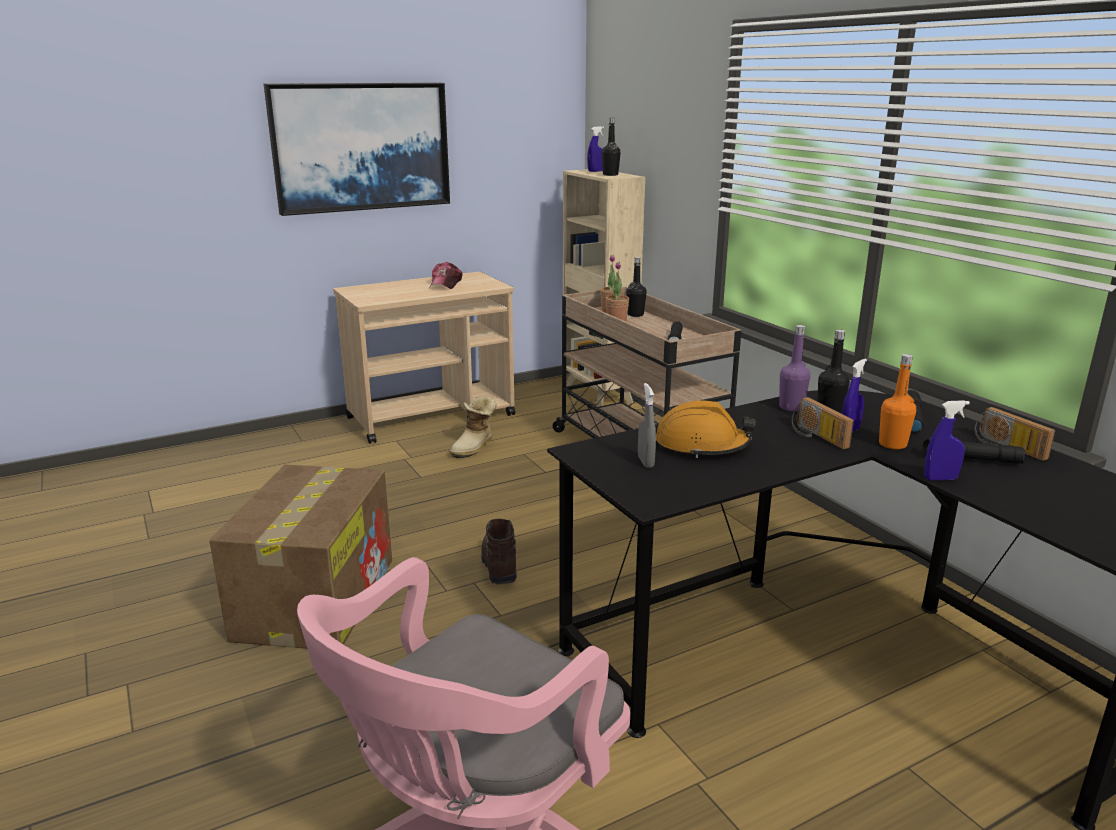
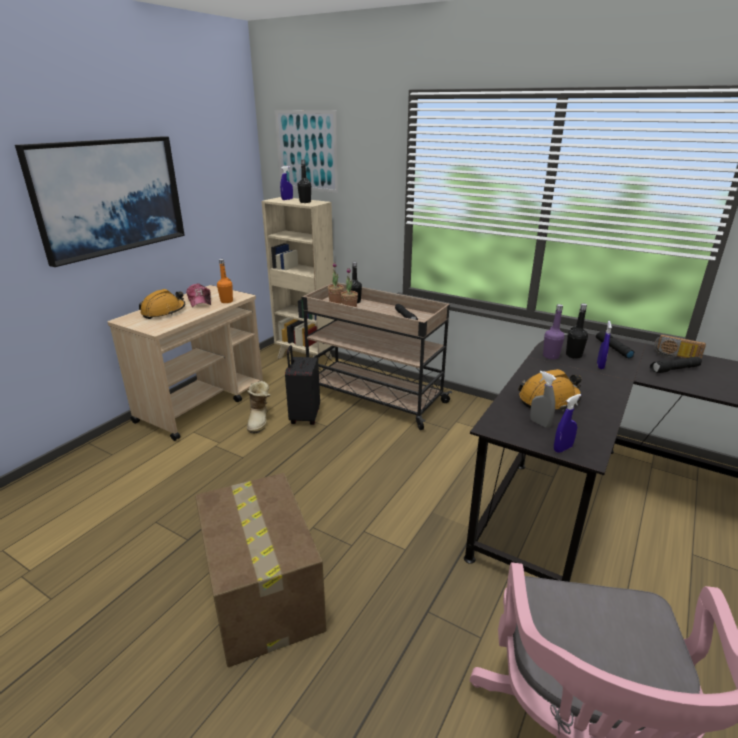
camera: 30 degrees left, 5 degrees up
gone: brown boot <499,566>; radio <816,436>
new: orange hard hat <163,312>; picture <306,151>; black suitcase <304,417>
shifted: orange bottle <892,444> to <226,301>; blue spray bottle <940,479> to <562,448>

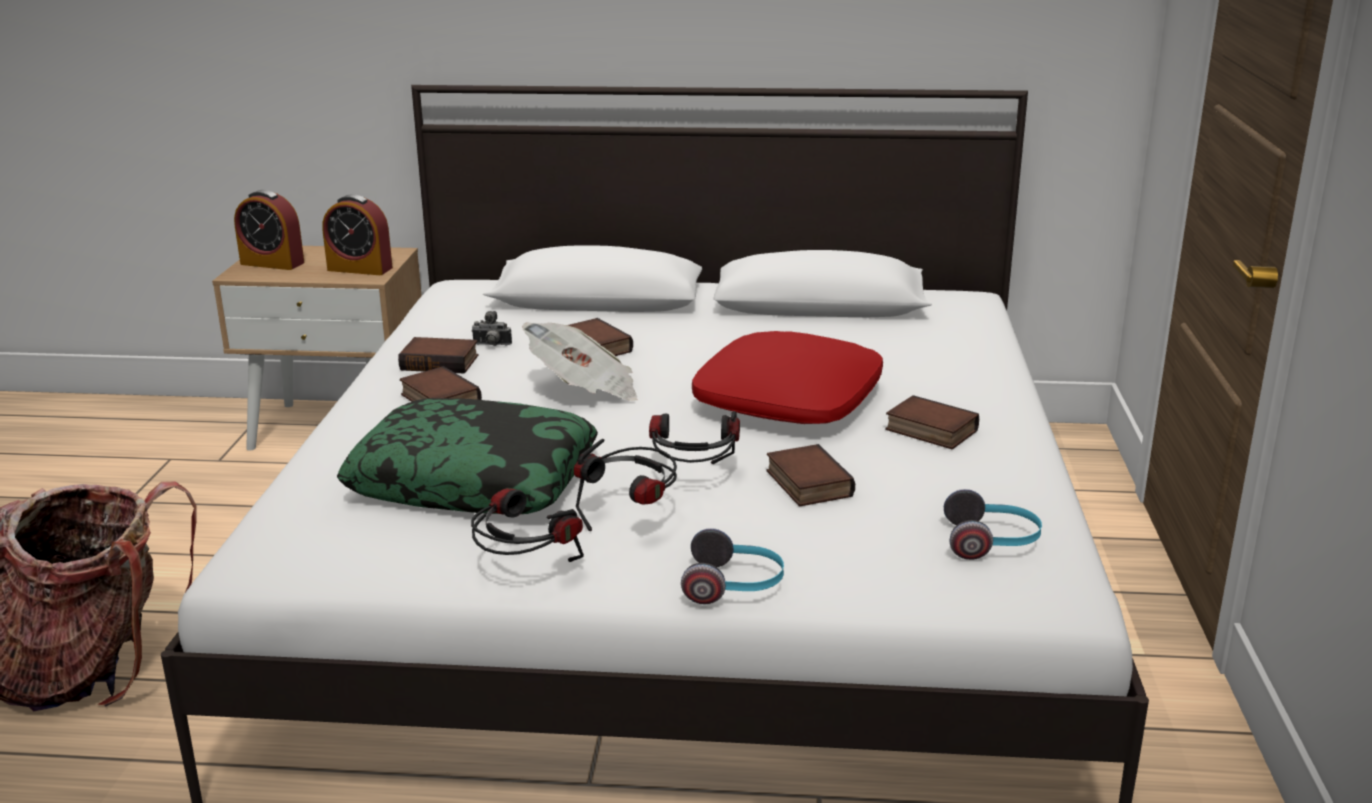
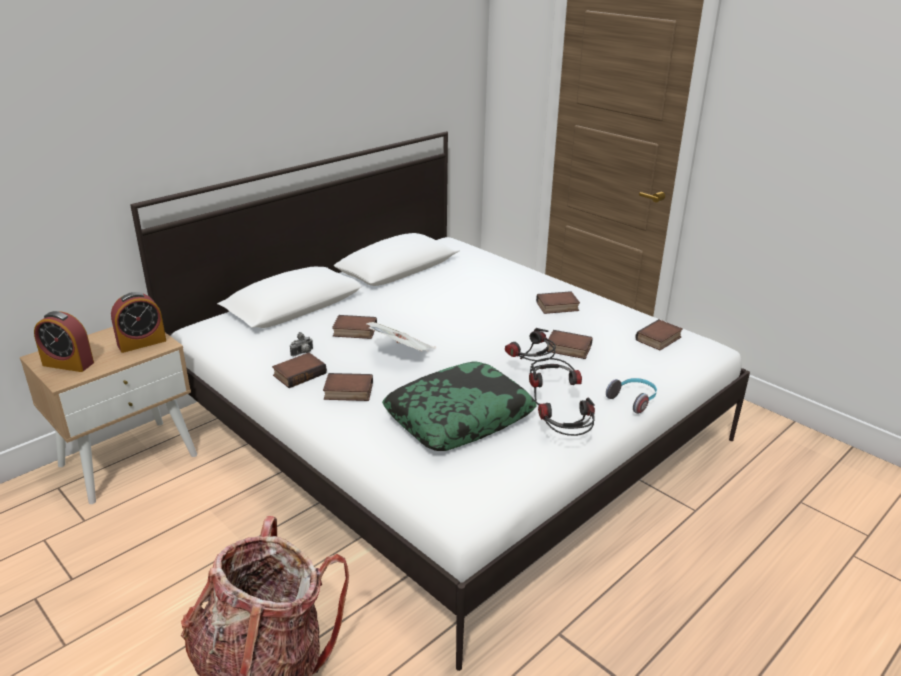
camera: 50 degrees left, 5 degrees up
gone: red pillow <787,400>
swapped: headphones <991,543> to book <659,339>
rotated: alarm clock <272,263> = <68,364> 45 degrees clockwise

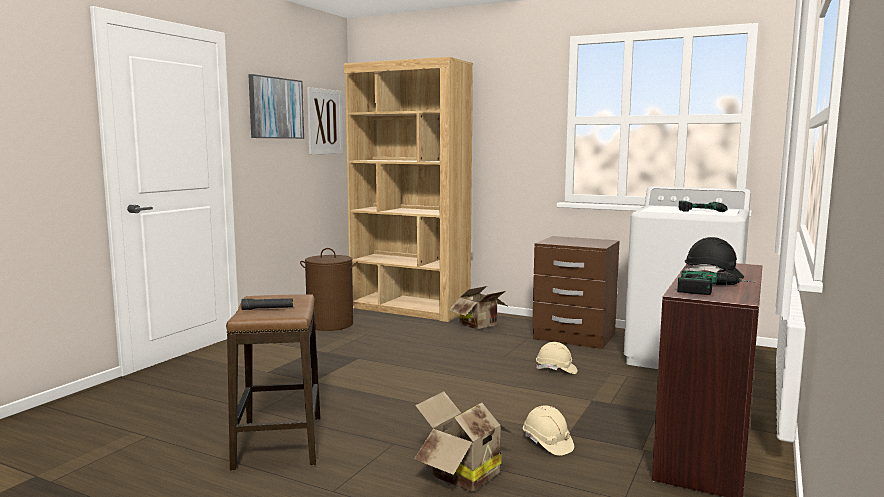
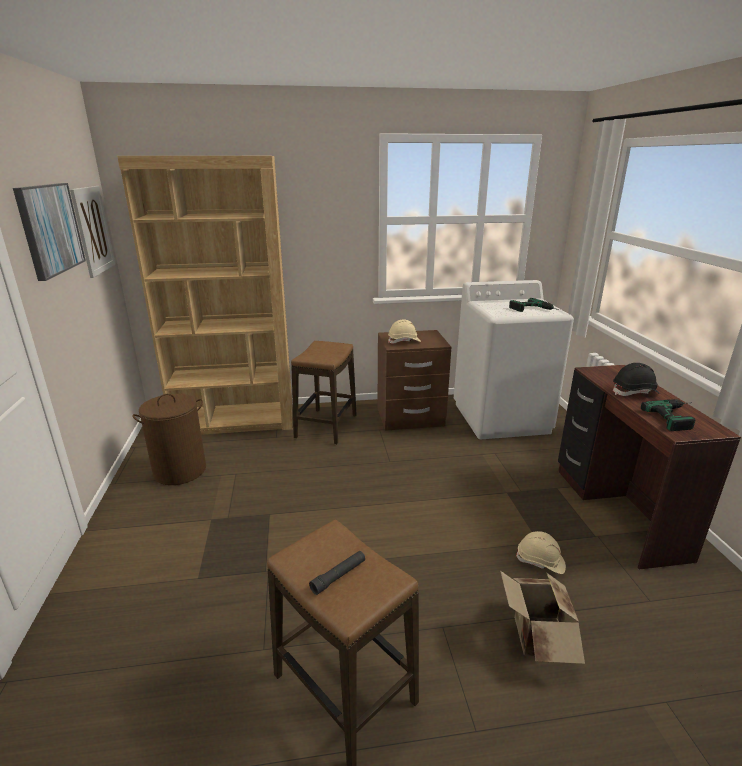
camera: 35 degrees left, 15 degrees up
shifted: beige hard hat <556,370> to <404,341>
swapped: cardboard box <481,326> to stool <326,426>

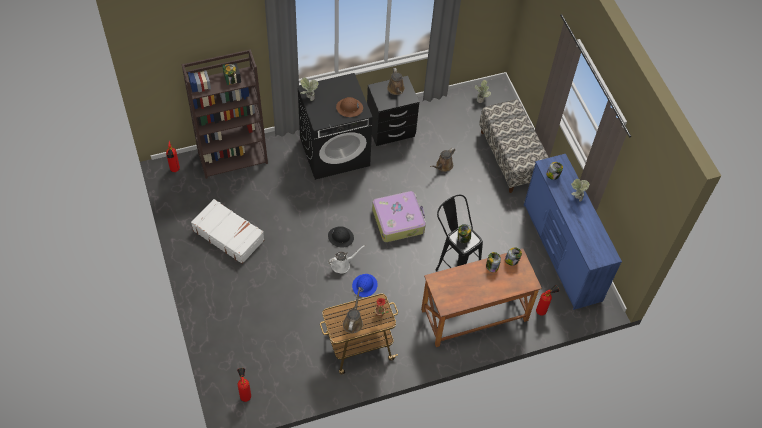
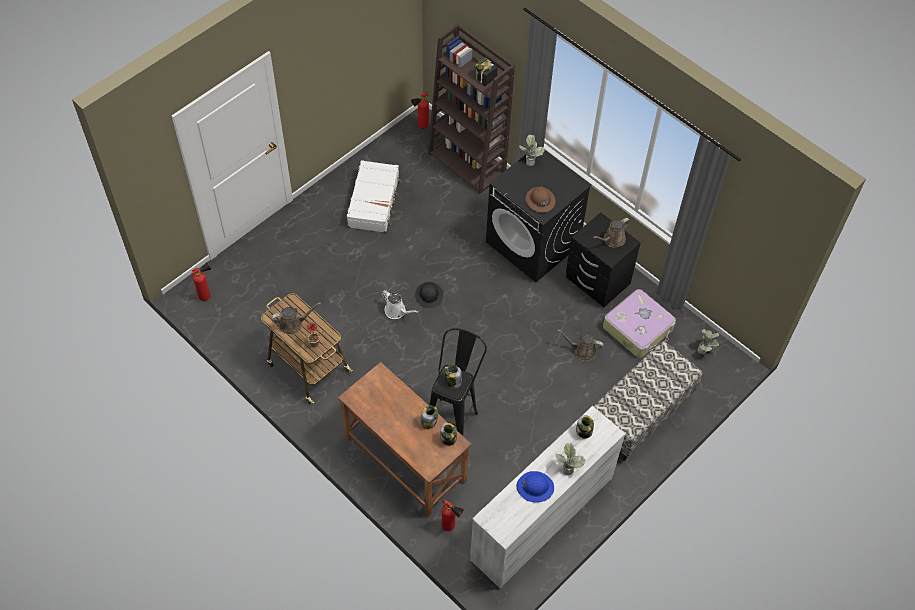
camera: 65 degrees right, 0 degrees up
shifted: blue hard hat <364,285> to <535,487>; suitcase <398,220> to <638,328>
repainted: blue dresser <561,252> to white dresser <541,518>

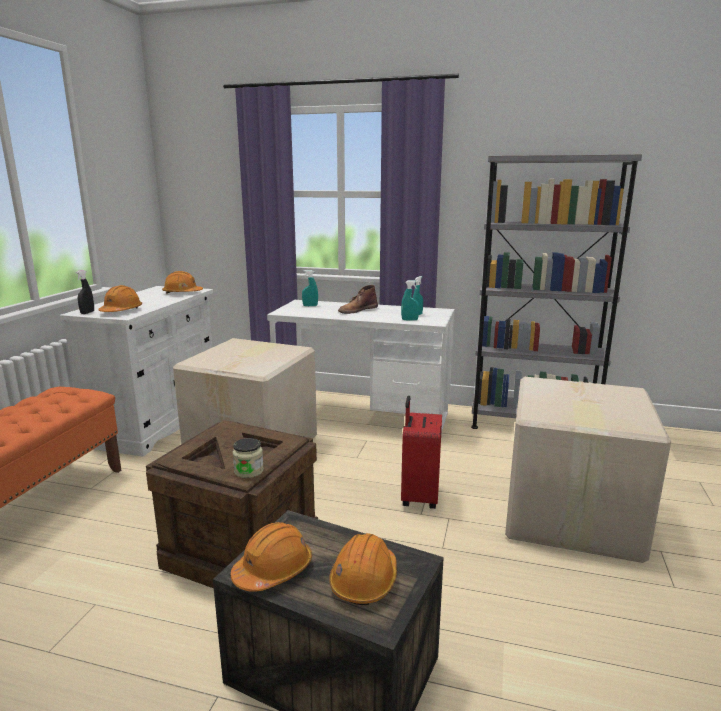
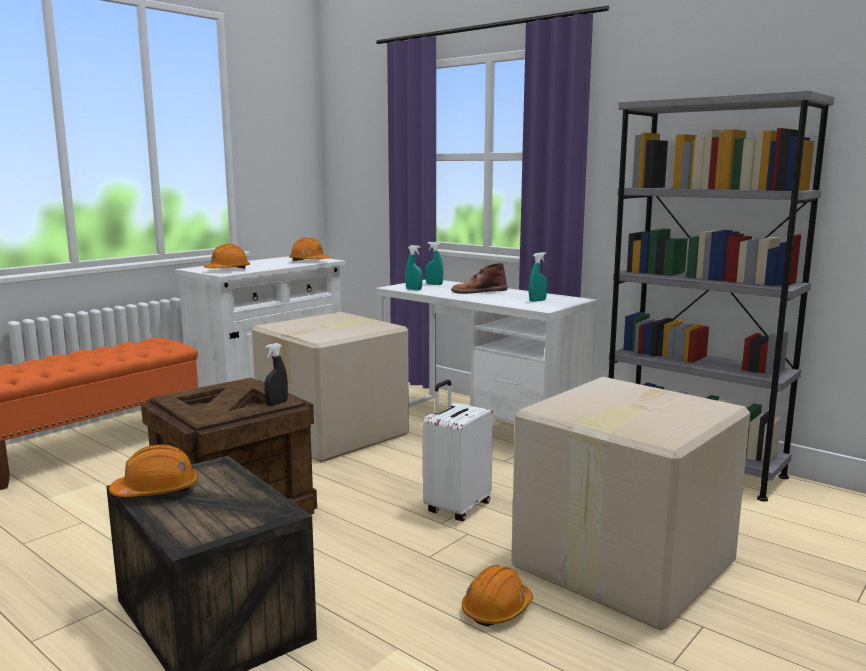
camera: 25 degrees right, 5 degrees down
gone: jar <249,471>
shifted: black spray bottle <87,312> to <276,403>; turquoise spray bottle <409,320> to <413,289>; orange hard hat <364,581> to <497,609>
repainted: red suitcase <418,497> to white suitcase <456,508>

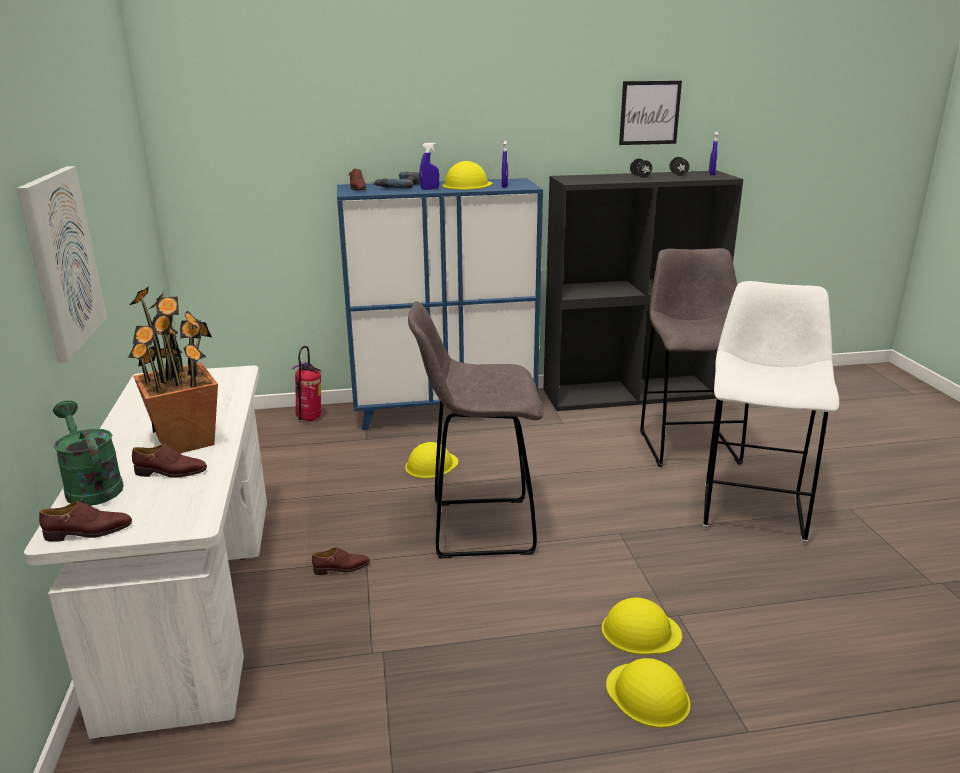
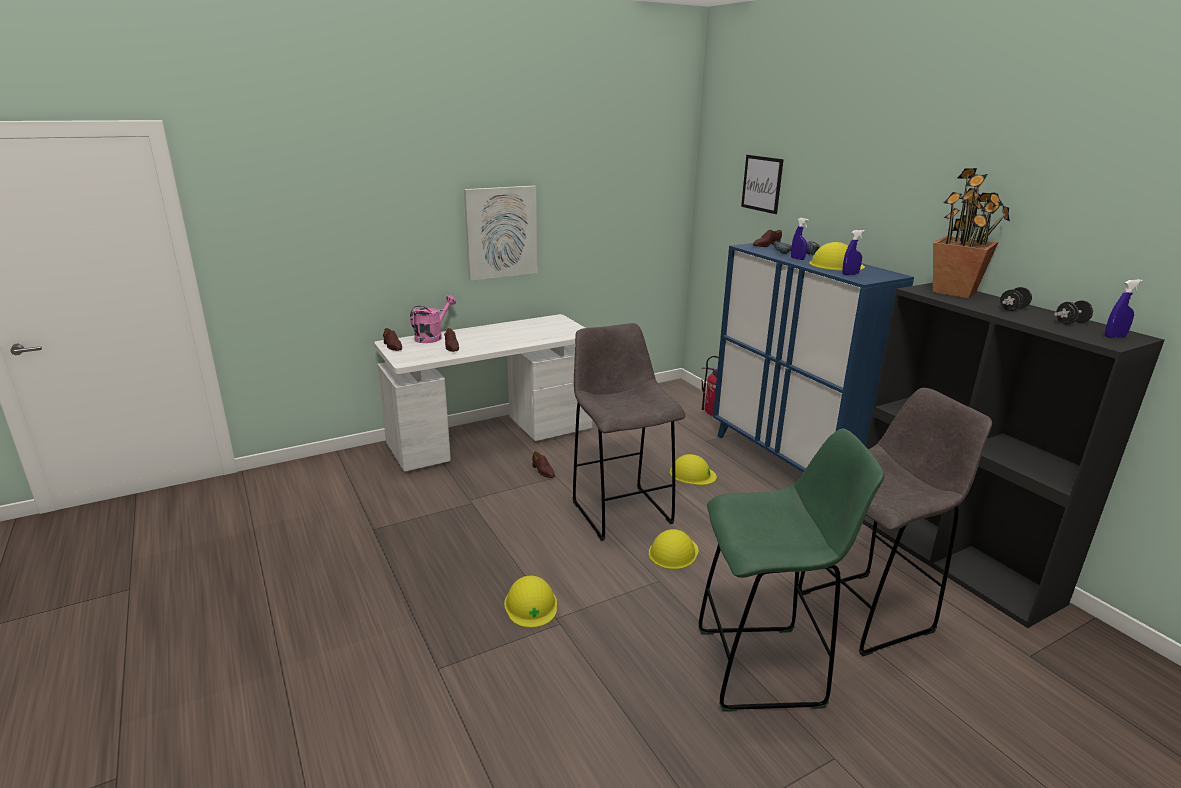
camera: 70 degrees right, 0 degrees up
shifted: yellow hard hat <647,695> to <673,552>; picture <649,113> to <762,184>; potted plant <187,441> to <955,292>
repainted: green watering can <91,486> to pink watering can <432,337>; white stool <752,510> to green stool <763,667>

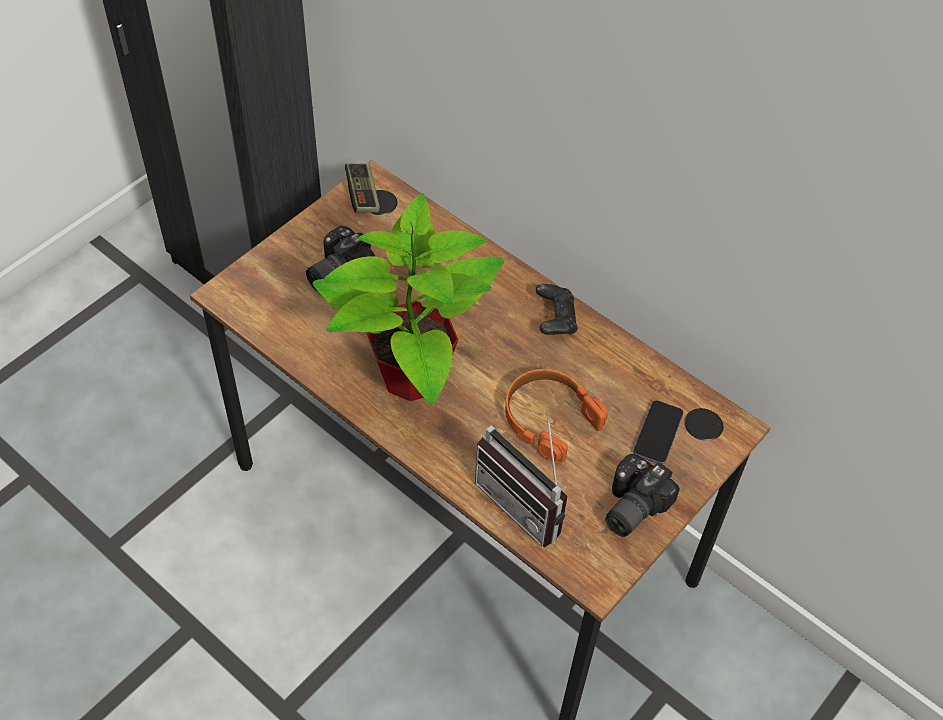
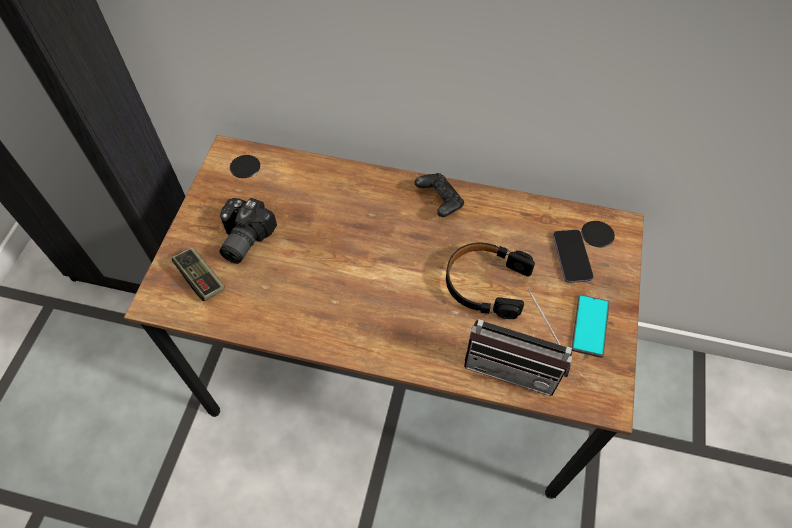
camera: 25 degrees left, 5 degrees up
gone: potted plant <411,376>
shifted: game controller <362,195> to <201,278>
swapped: photo camera <630,506> to phone <590,326>
repainted: orange headphones <549,418> to black headphones <485,284>

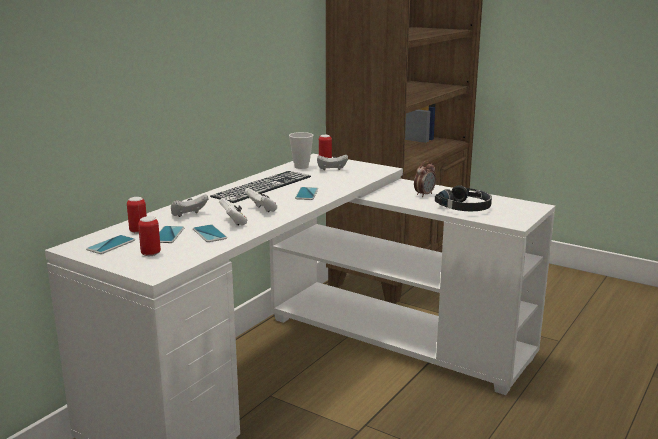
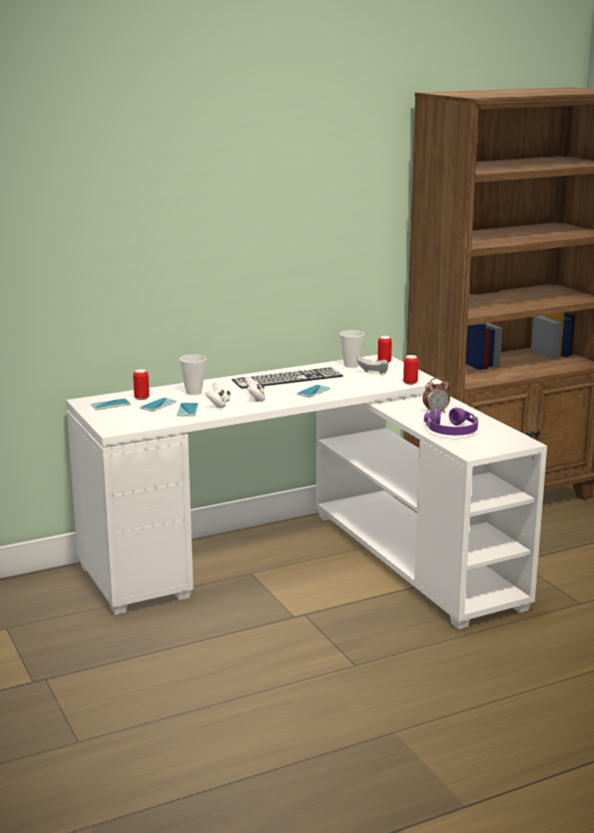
camera: 30 degrees right, 0 degrees up
shifted: can <151,253> to <410,383>
swapped: white game controller <188,215> to cup <193,392>
repainted: black headphones <465,207> to purple headphones <452,431>

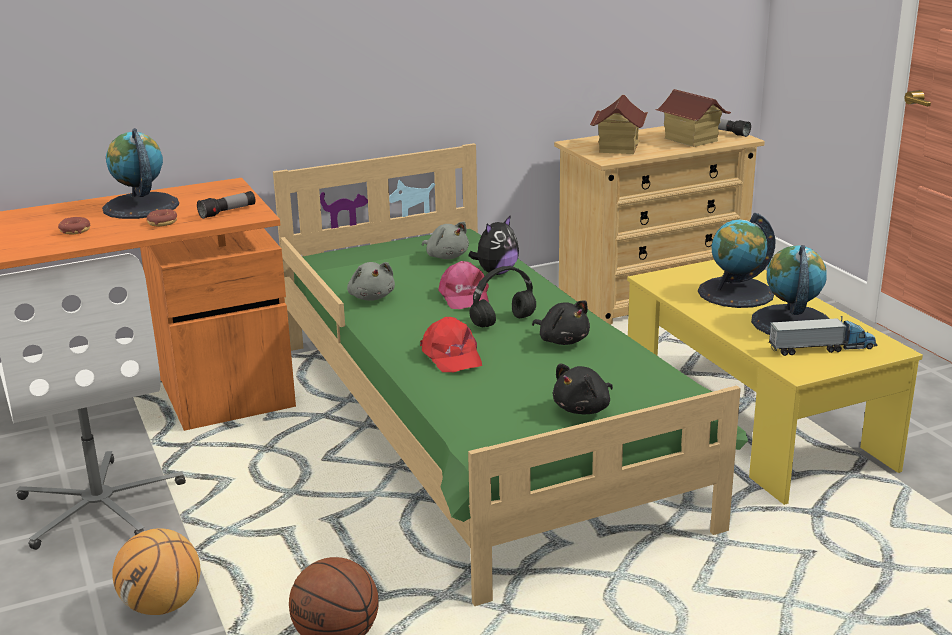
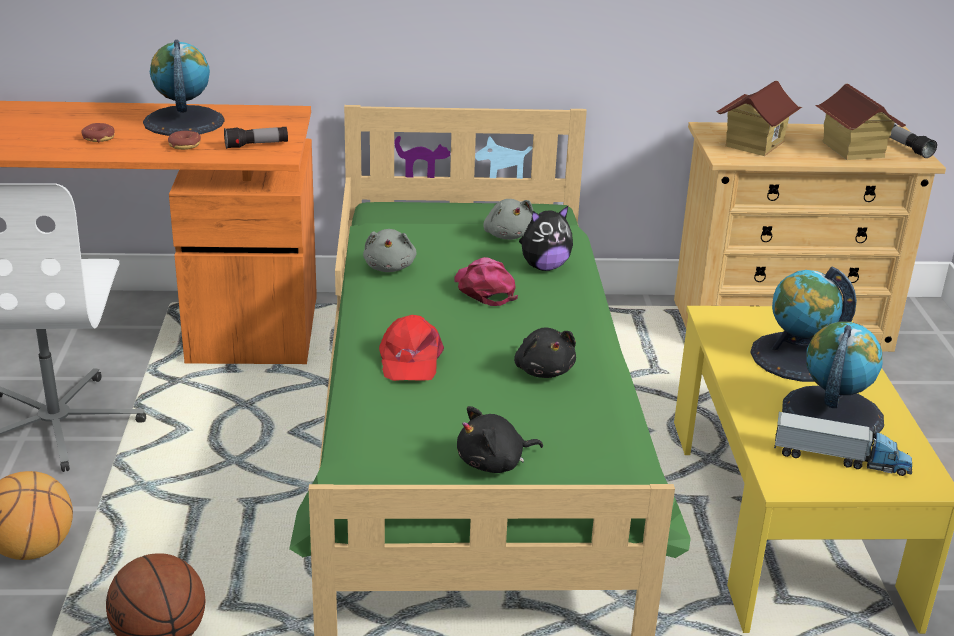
camera: 20 degrees right, 5 degrees up
gone: black headphones <502,322>
rotated: pink cap <464,296> = <484,289> 150 degrees clockwise

